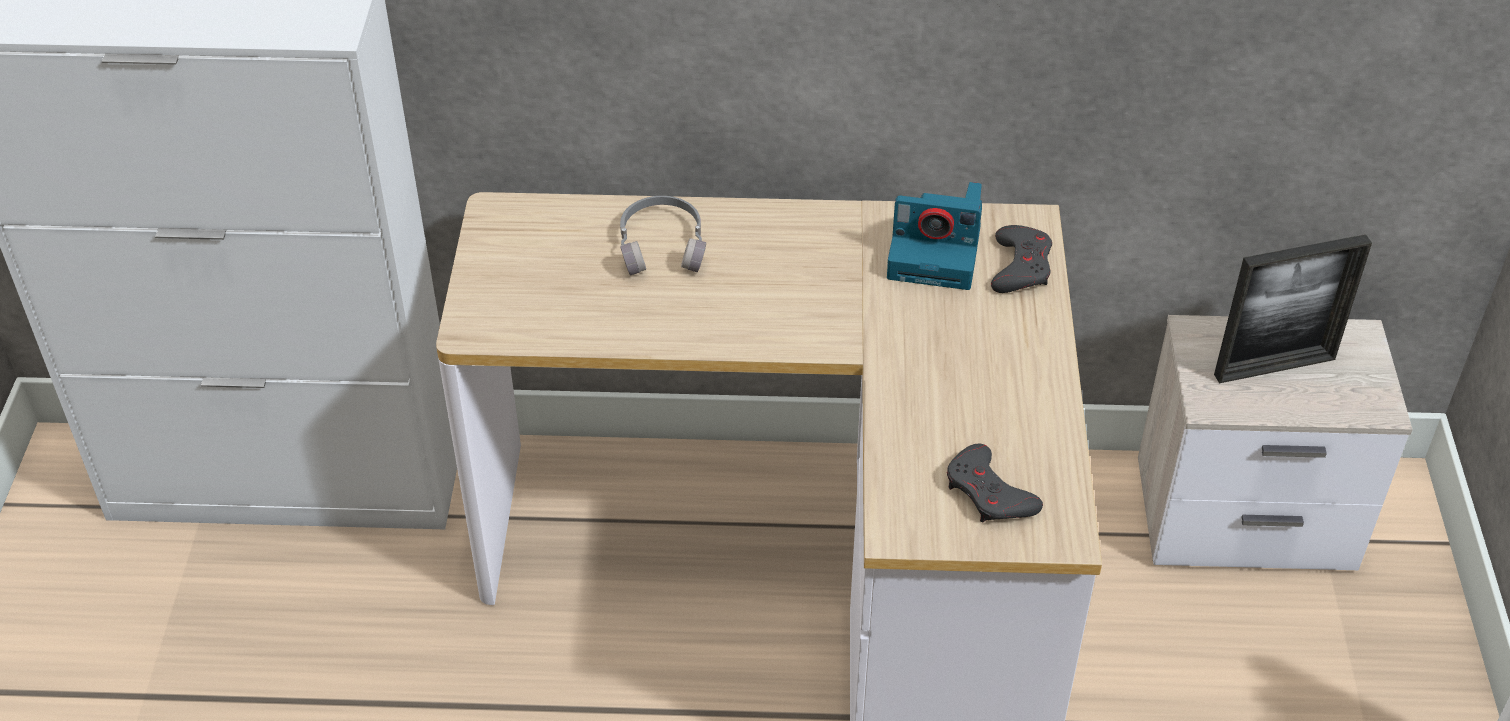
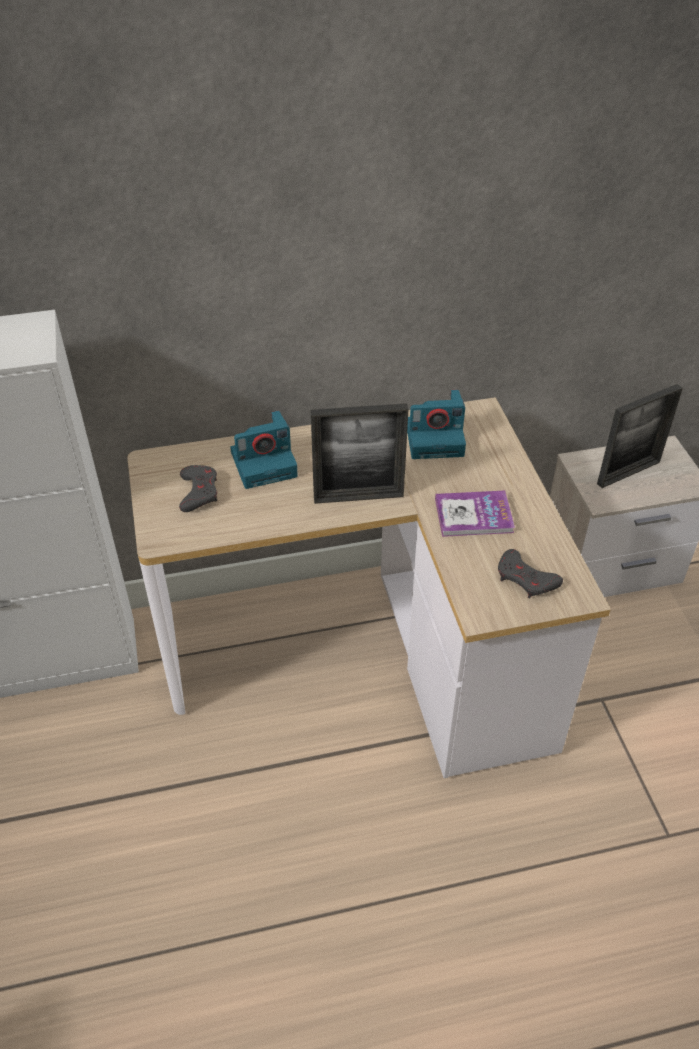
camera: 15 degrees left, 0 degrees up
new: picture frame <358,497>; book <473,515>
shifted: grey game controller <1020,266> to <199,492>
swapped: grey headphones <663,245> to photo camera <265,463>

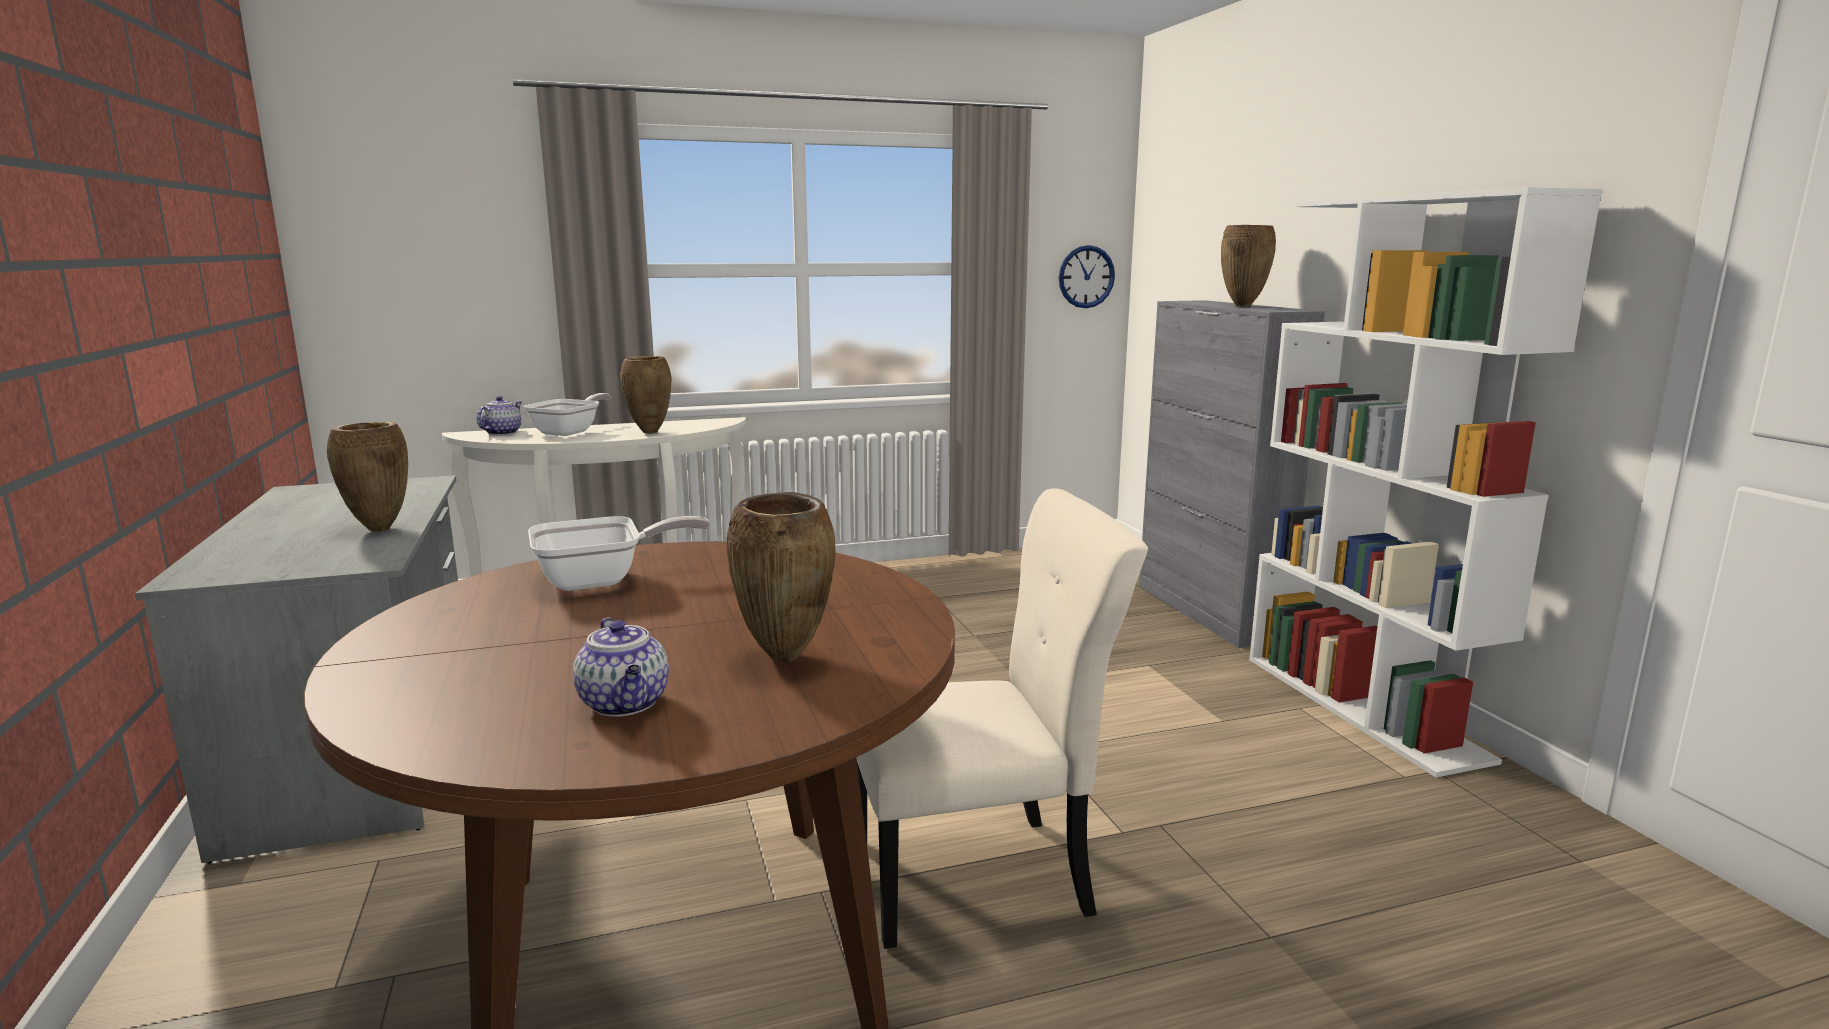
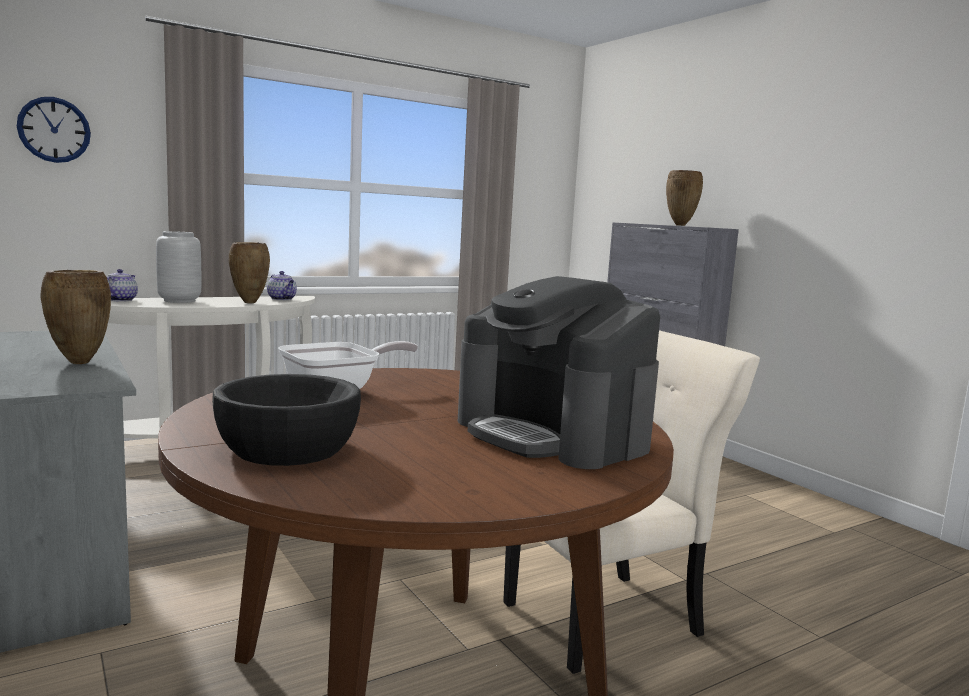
camera: 15 degrees left, 5 degrees down
gone: white bookcase <1363,706>
new: black bowl <288,448>
shifted: wall clock <1086,277> to <54,130>; teapot <626,704> to <282,299>
swapped: frying pan <570,432> to grey vase <180,301>; brown vase <787,658> to coffee machine <552,434>

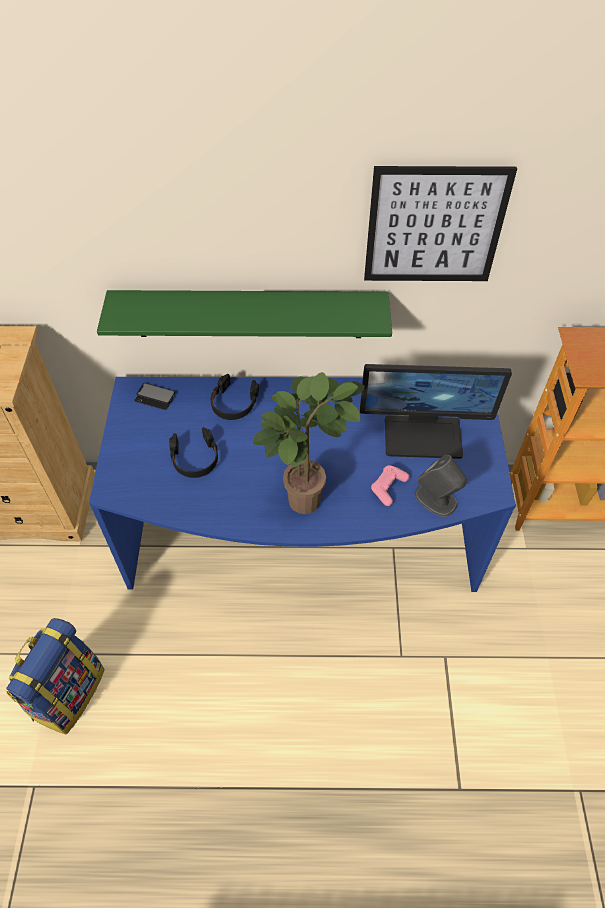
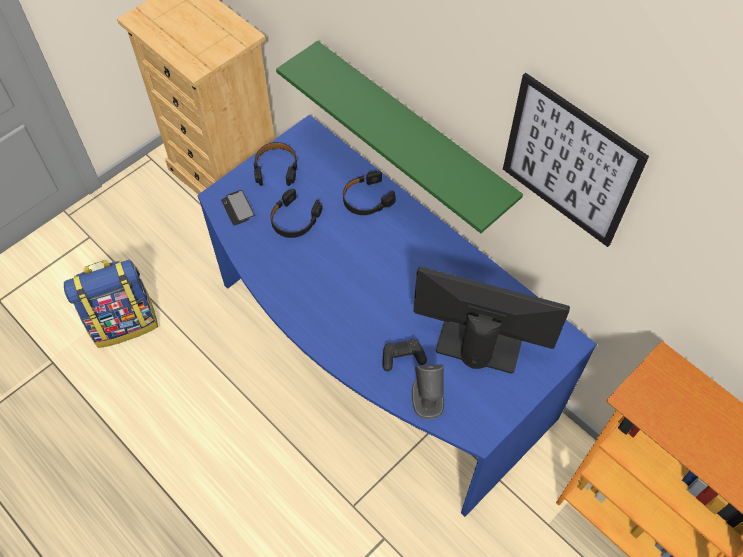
camera: 45 degrees right, 5 degrees up
gone: potted plant <306,495>
new: black headphones <276,168>
shifted: phone <155,397> to <238,208>
repainted: pink game controller <388,487> to black game controller <402,357>
rotated: monitor <423,436> = <478,342> 150 degrees clockwise

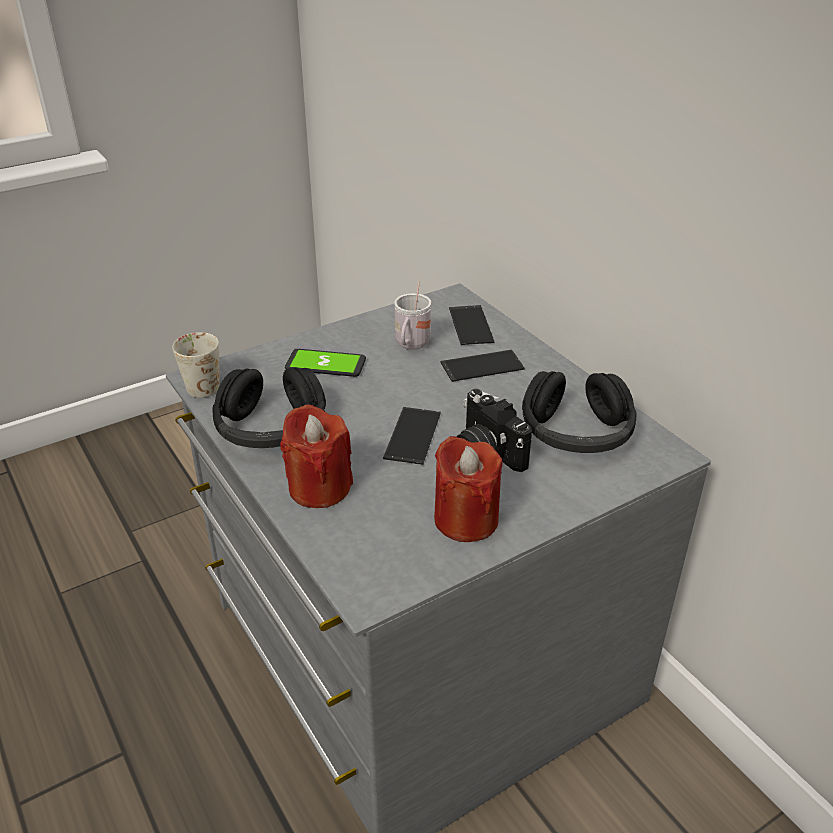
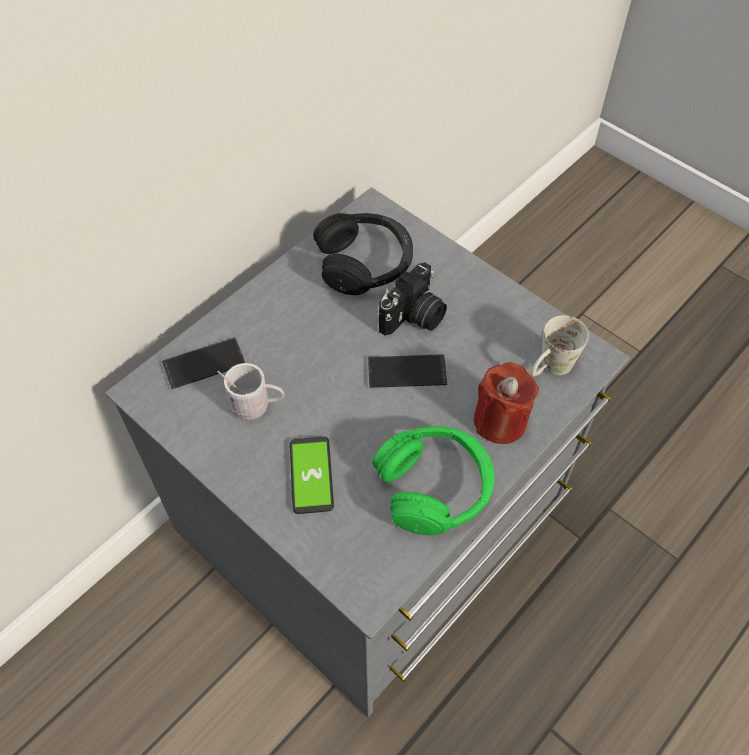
camera: 105 degrees left, 20 degrees up
gone: red candle <466,520>; phone <482,366>
shifted: white mug <199,383> to <550,369>
repainted: black headphones <271,428> to green headphones <435,487>

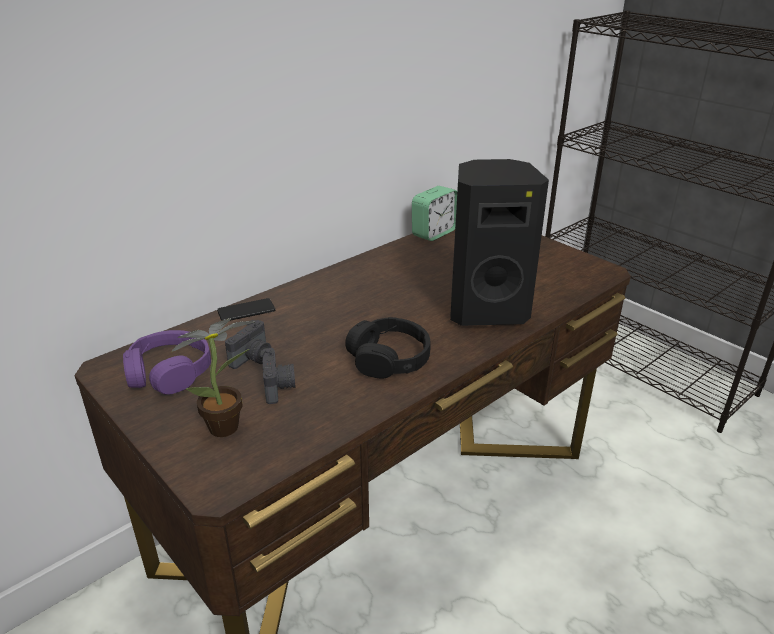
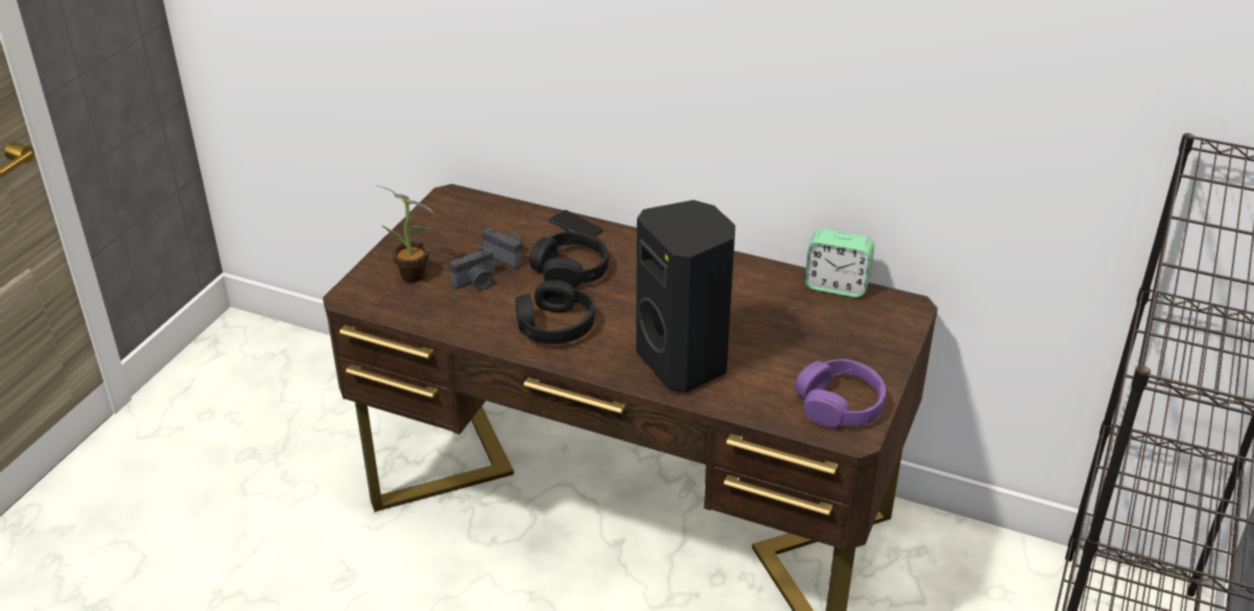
camera: 65 degrees right, 5 degrees up
new: black headphones <570,270>
shifted: purple headphones <169,372> to <840,405>
rotated: photo camera <253,358> = <507,256> 150 degrees counterclockwise

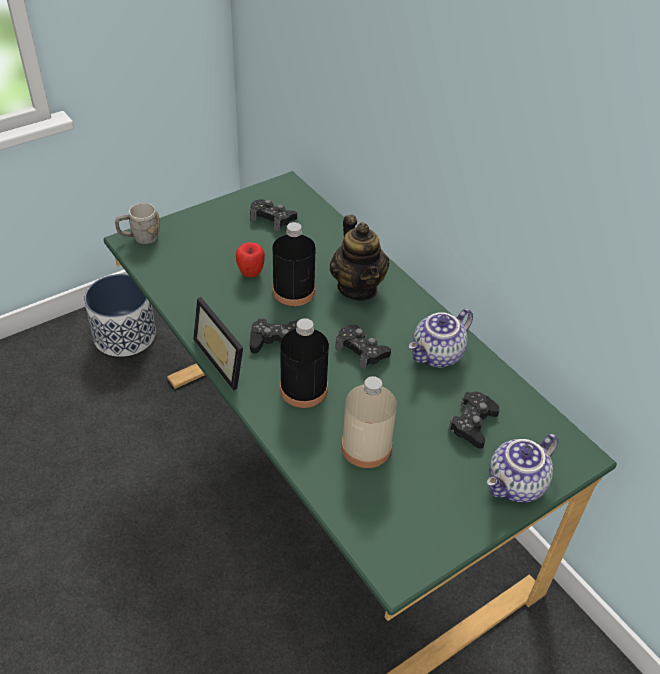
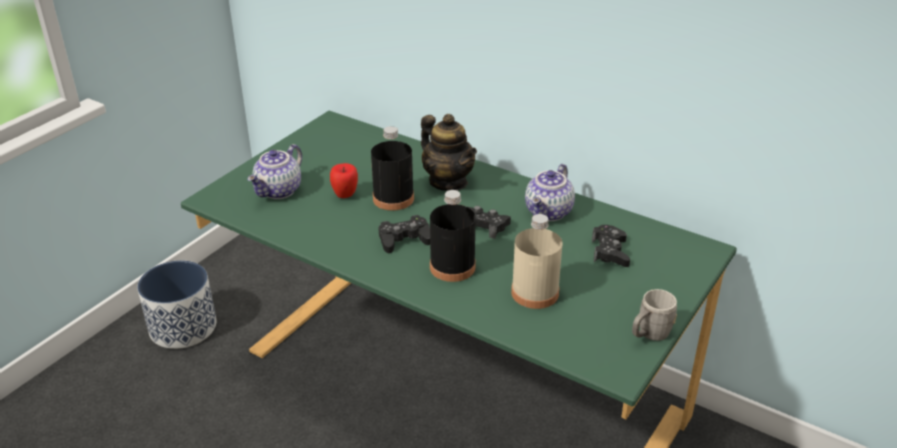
camera: 20 degrees left, 10 degrees down
gone: picture frame <226,358>; black game controller <272,218>
shifted: teapot <516,486> to <279,191>; grey mug <140,238> to <649,334>

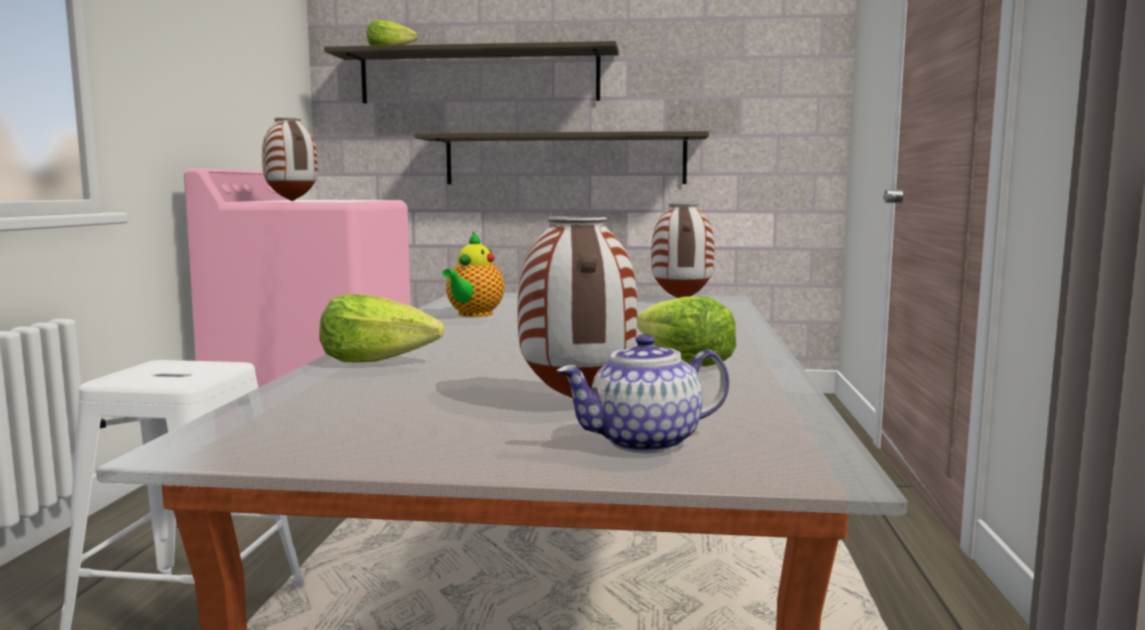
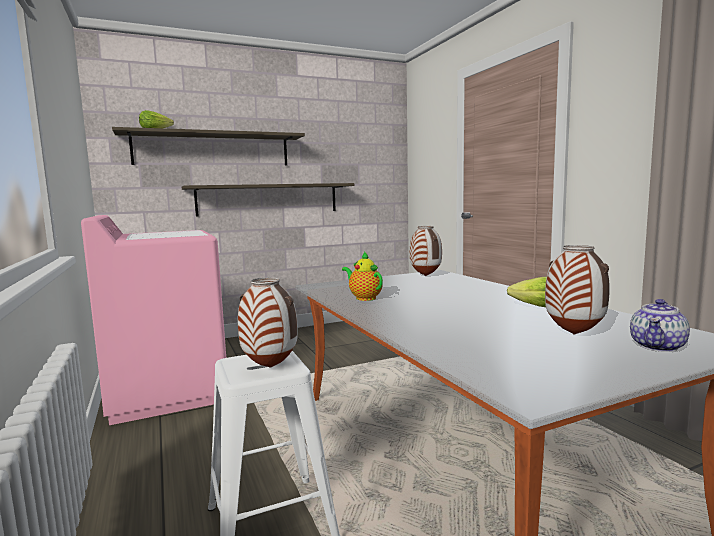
camera: 30 degrees left, 0 degrees up
gone: lettuce <378,361>
shifted: vase <293,201> to <271,367>
rotated: teapot <473,315> = <364,298> 150 degrees clockwise

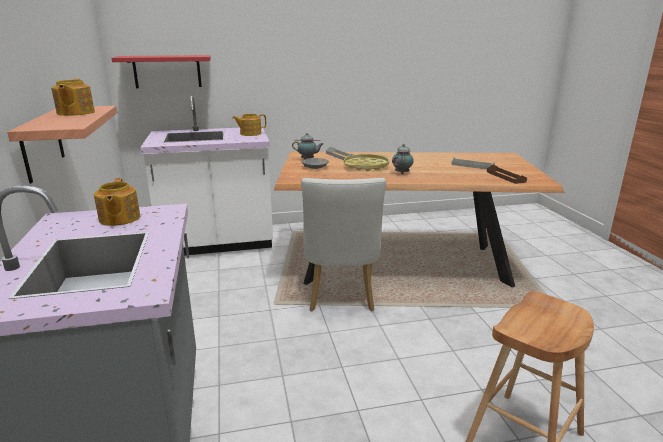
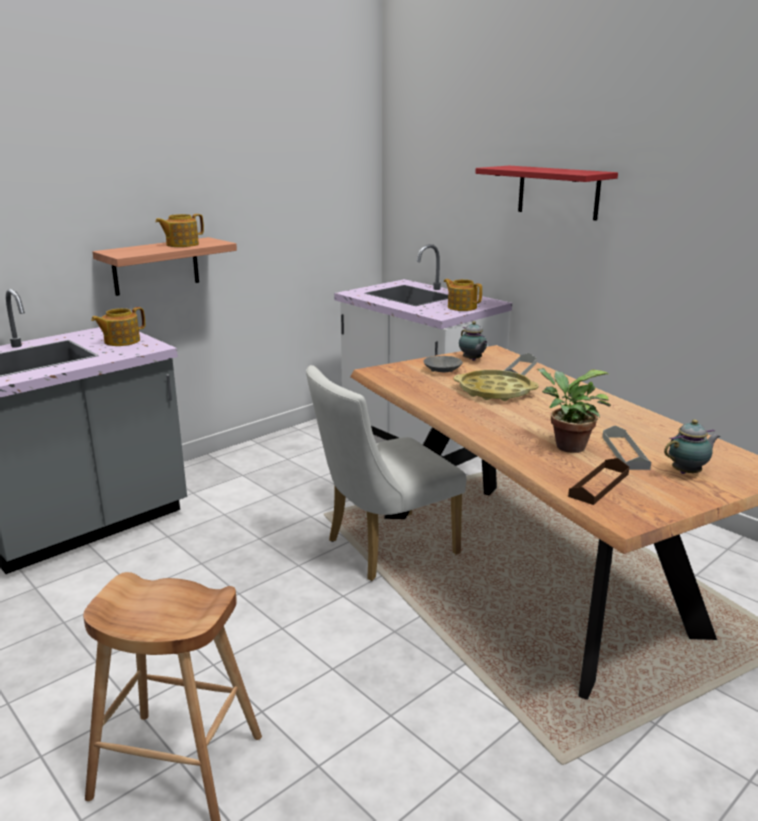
camera: 60 degrees right, 0 degrees up
new: potted plant <566,446>
shifted: red shelf <167,71> to <558,192>; teapot <402,173> to <688,472>

